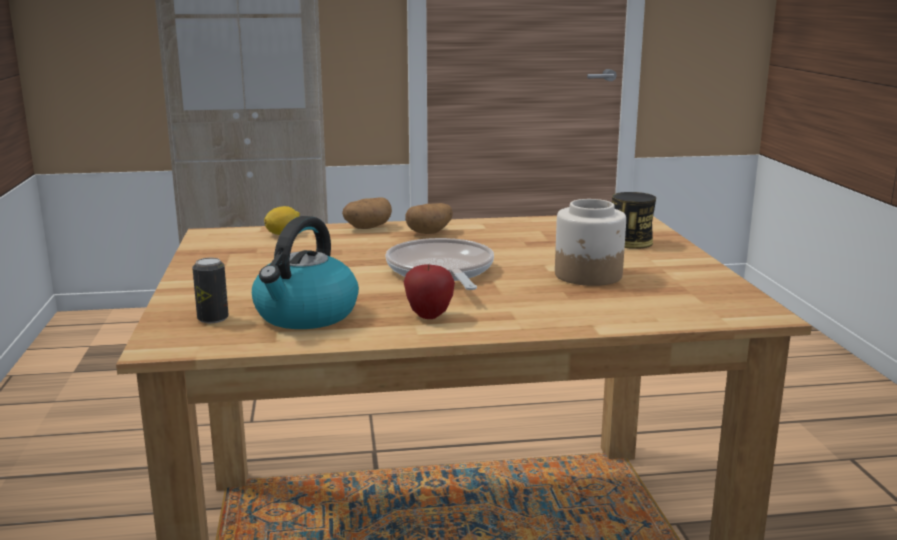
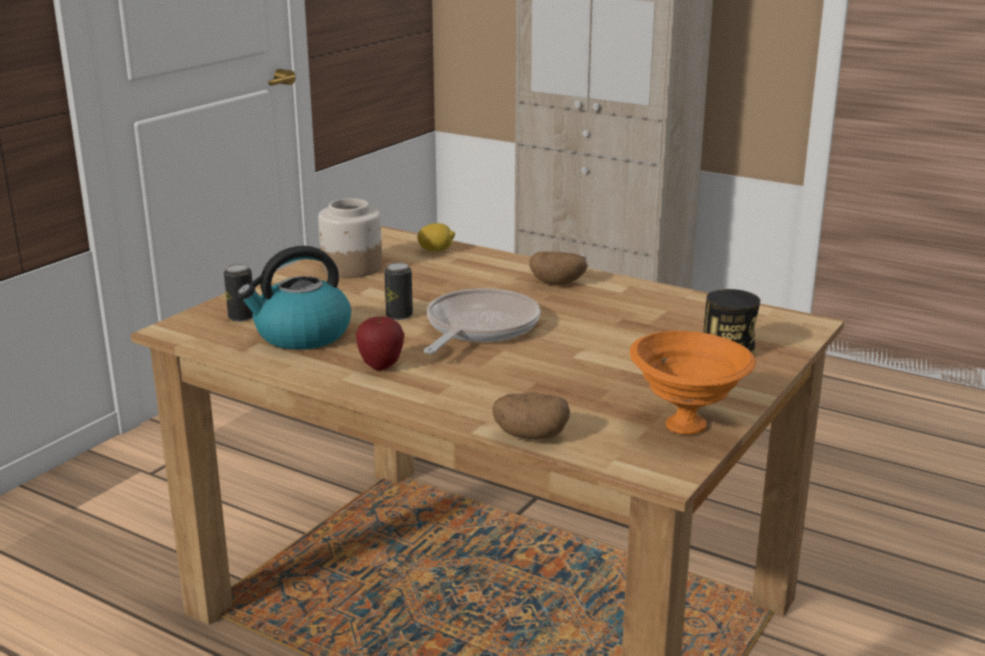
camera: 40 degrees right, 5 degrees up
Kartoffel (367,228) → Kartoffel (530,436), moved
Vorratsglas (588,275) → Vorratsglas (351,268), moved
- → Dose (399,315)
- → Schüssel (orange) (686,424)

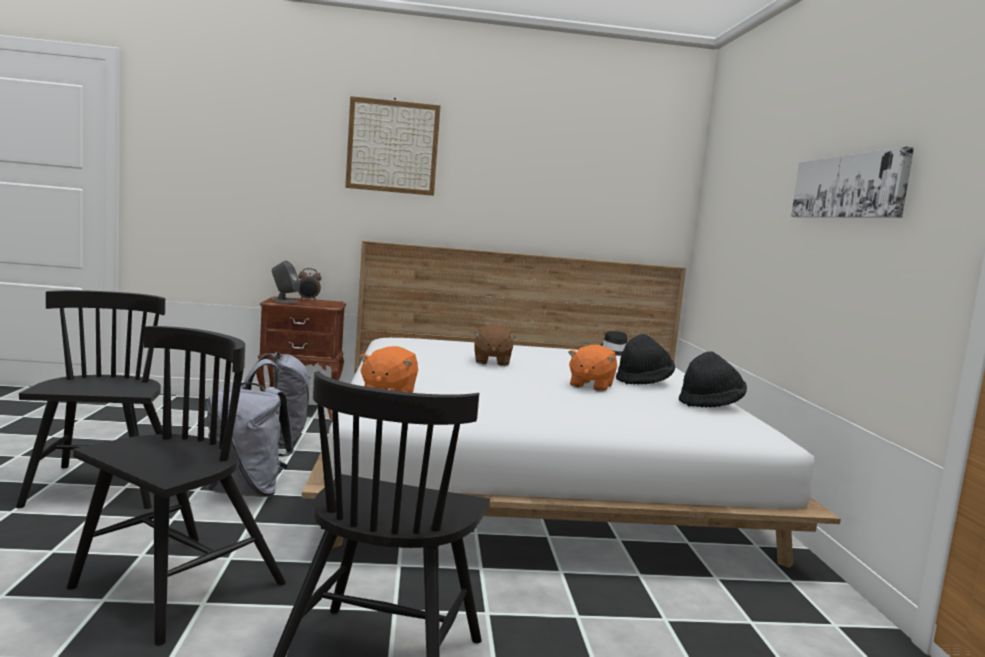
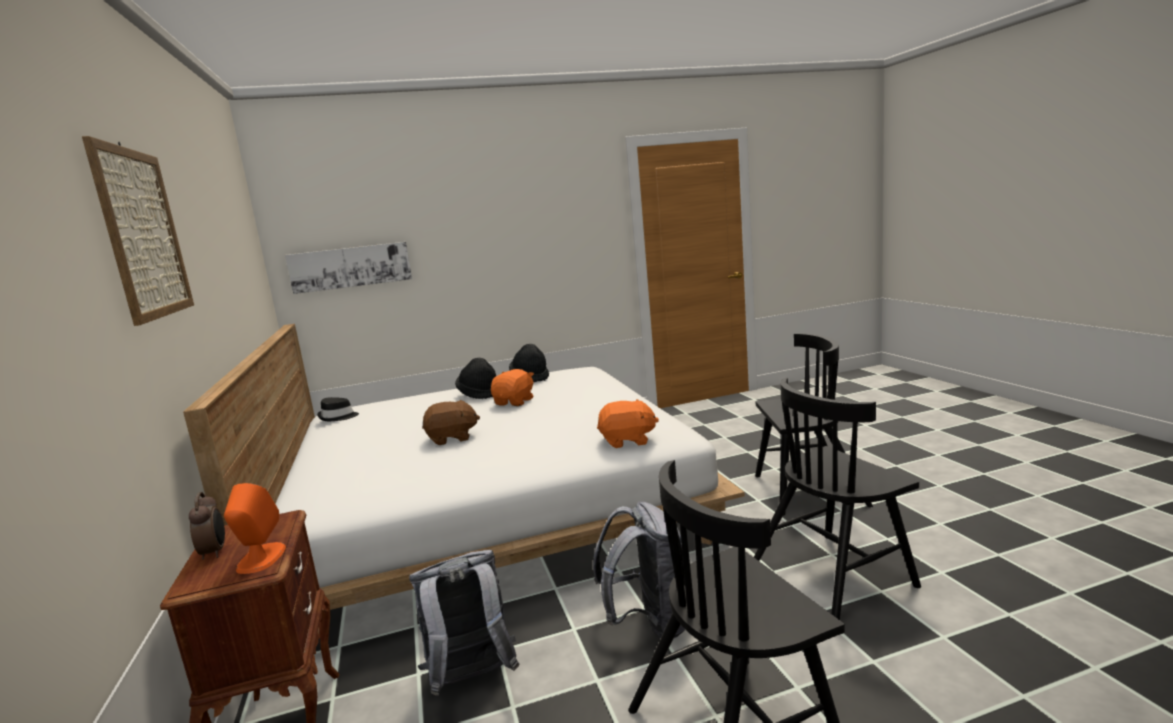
camera: 100 degrees left, 5 degrees up
Bild (848,187) → Bild (350,267), moved
Lautsprecher (grau) (284,301) → Lautsprecher (orange) (261,558)
Stuhl (schwarz) (169,589) → Stuhl (schwarz) (837,573), 45 degrees counterclockwise
Plüschtier (orange) (590,385) → Plüschtier (orange) (515,402), 75 degrees counterclockwise

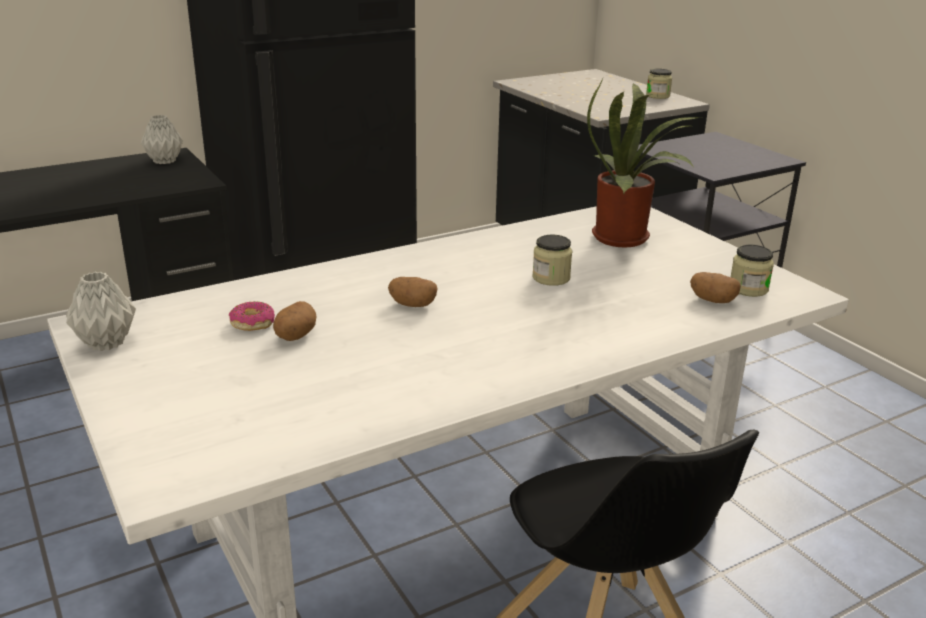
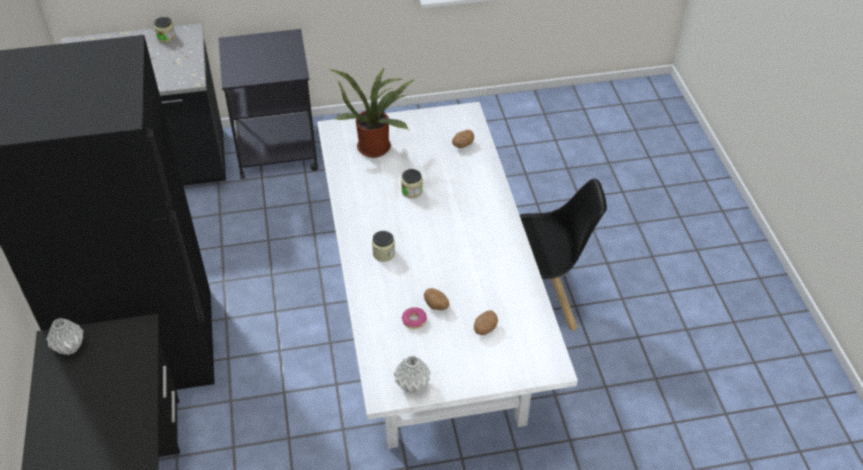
camera: 70 degrees left, 20 degrees up
Vorratsglas (748,289) → Vorratsglas (384,254), moved
Kartoffel (412,305) → Kartoffel (484,329), moved

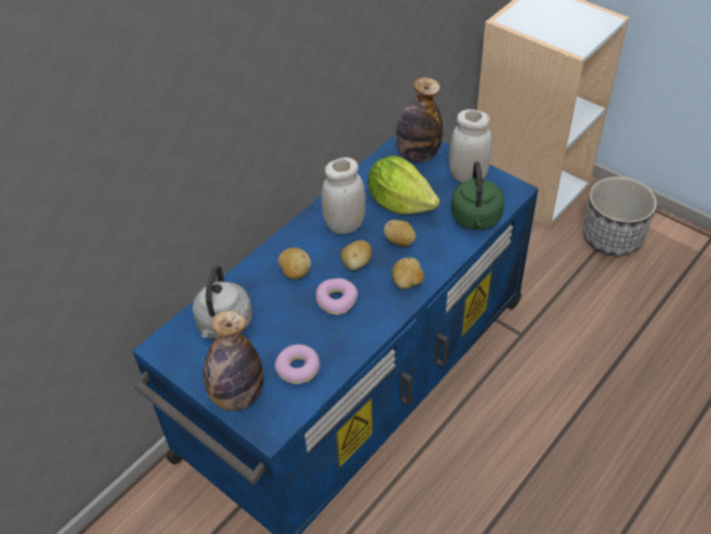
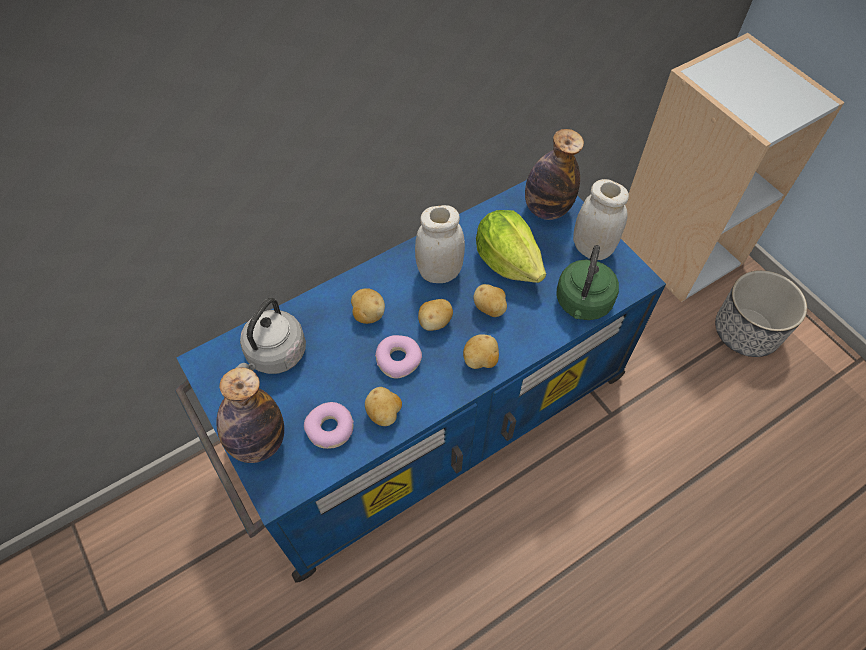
camera: 15 degrees right, 10 degrees up
- → Kartoffel (384,413)

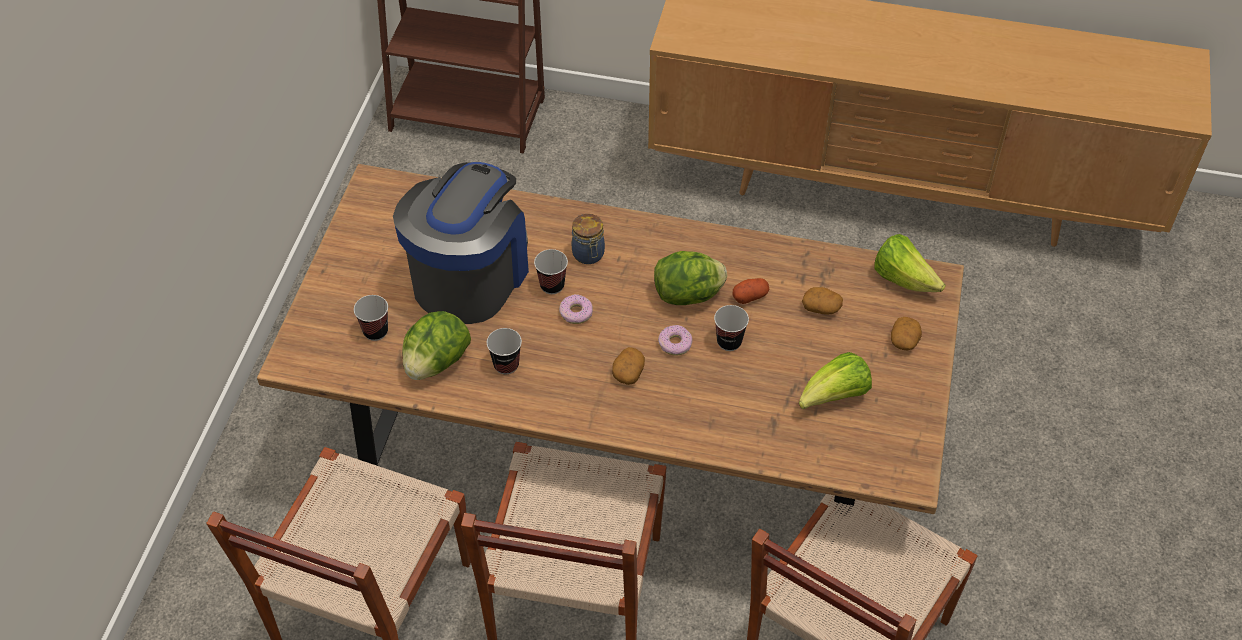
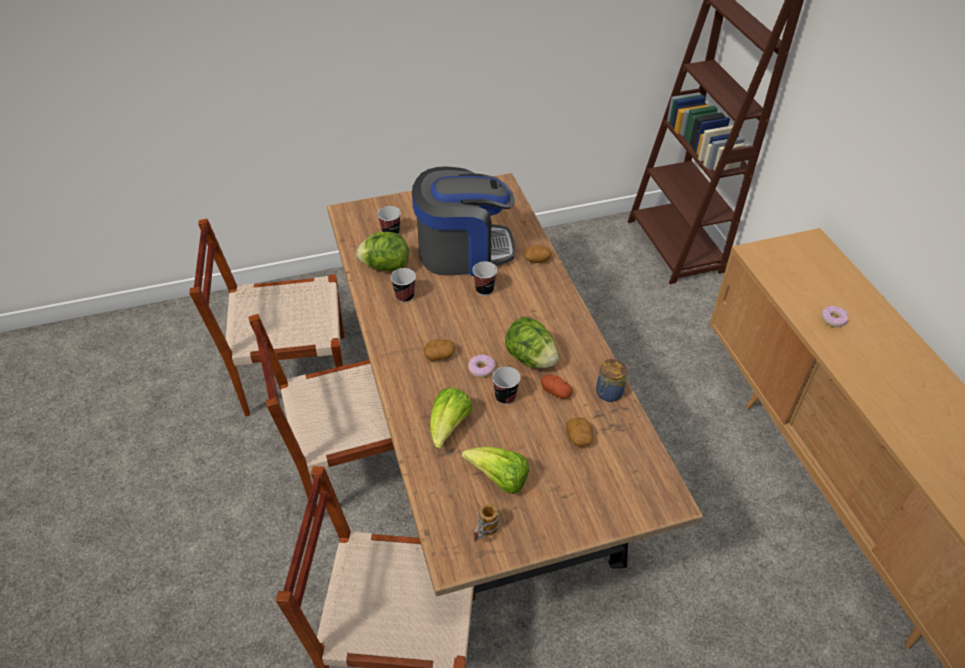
camera: 60 degrees right, 5 degrees down
Vorratsglas (588,255) → Vorratsglas (608,393), moved
Salatkopf (903,279) → Salatkopf (448,428), moved
Donut (576,313) → Donut (833,319), moved
Kartoffel (904,341) → Kartoffel (537,260), moved
- → Henkelbecher (484,534)

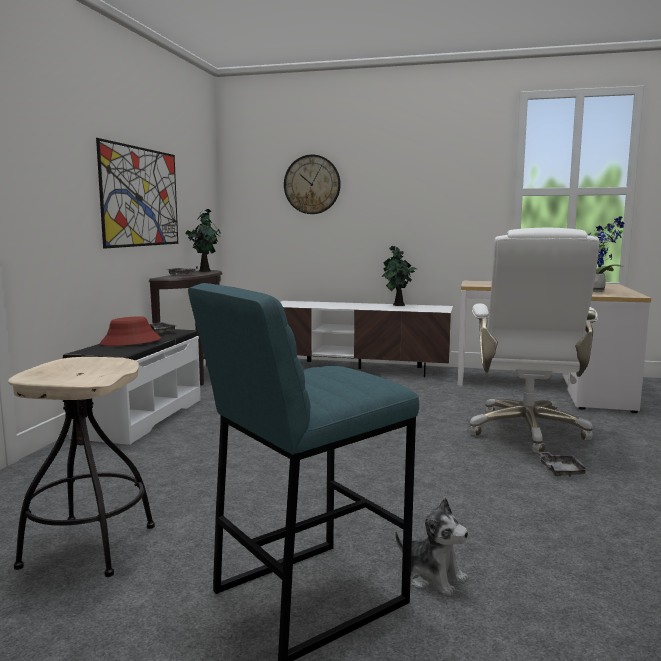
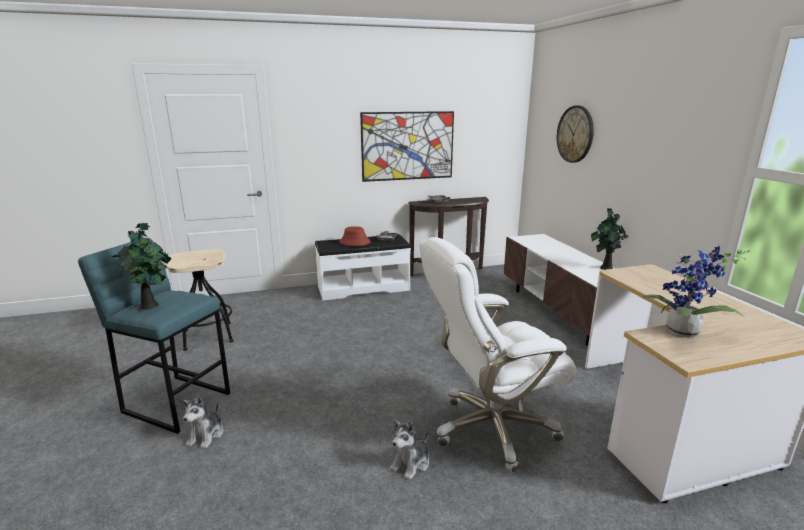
camera: 60 degrees right, 10 degrees up
Topfpflanze (205,271) → Topfpflanze (150,305), moved
Tablett (grau) (561,470) → Plüschtier (411,463)

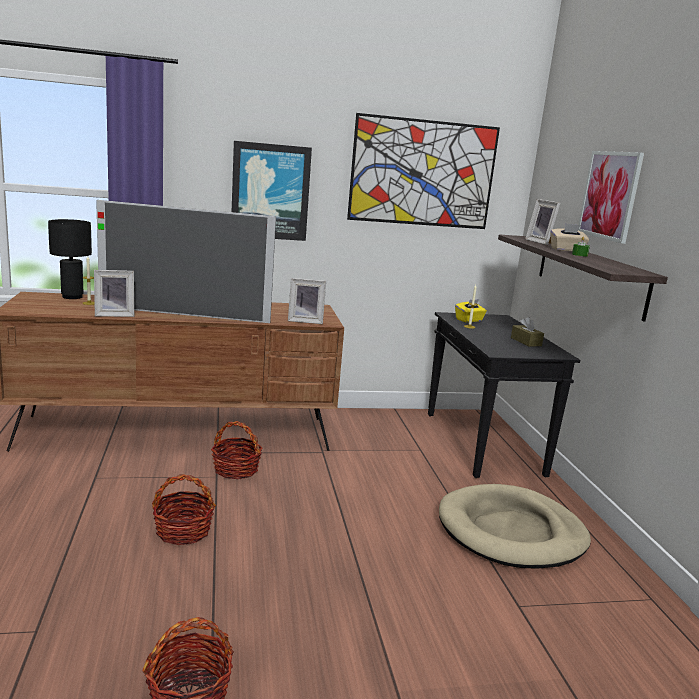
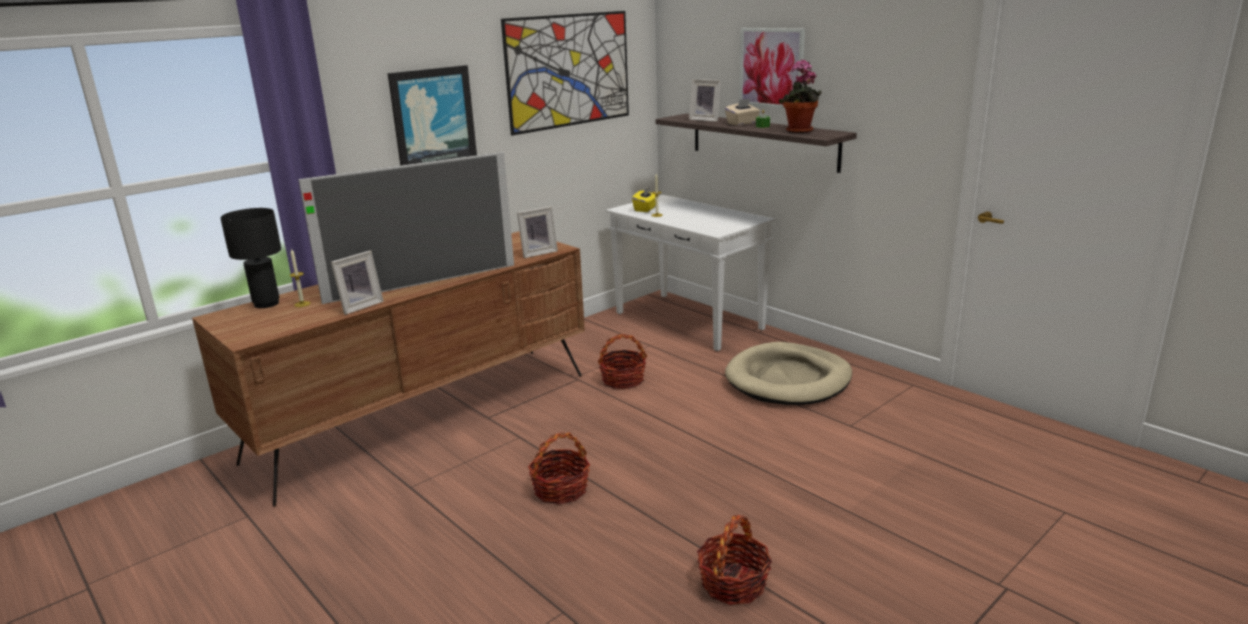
camera: 30 degrees left, 5 degrees up
Konsolentisch (schwarz) (484,444) → Konsolentisch (weiß) (690,321)
Taschentuchbox (braun) (526,342) → -
Korb (236,469) → Korb (622,380), moved
- → Topfpflanze (799,131)

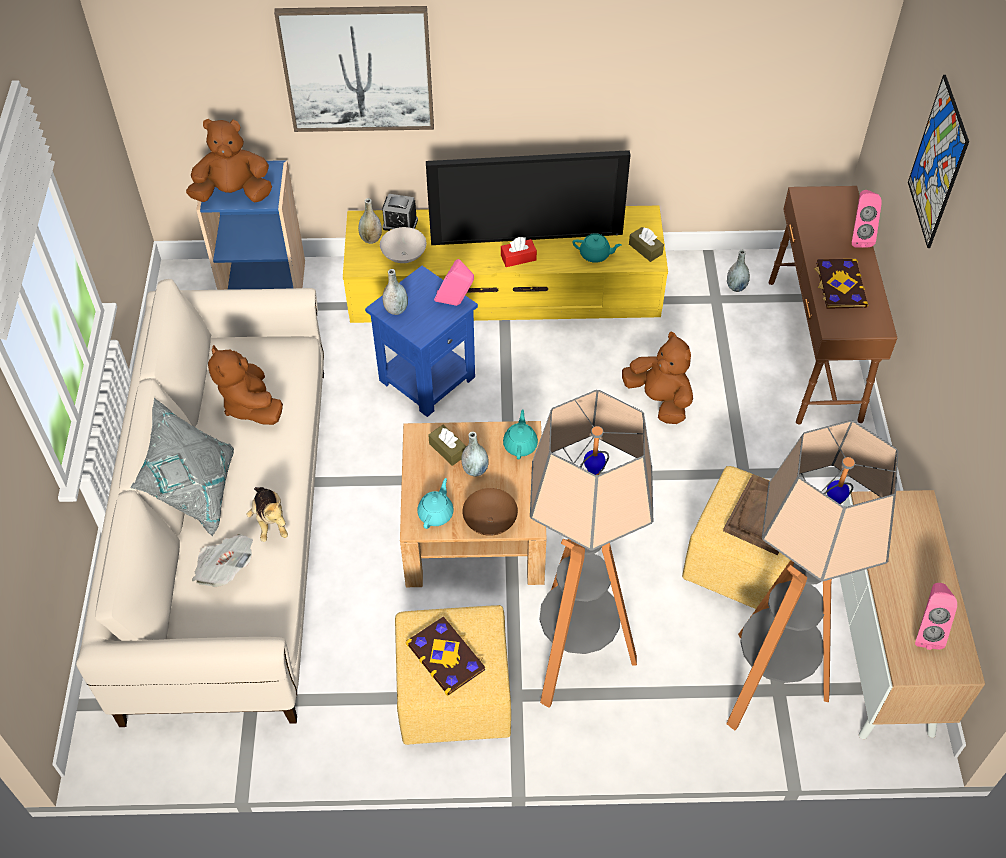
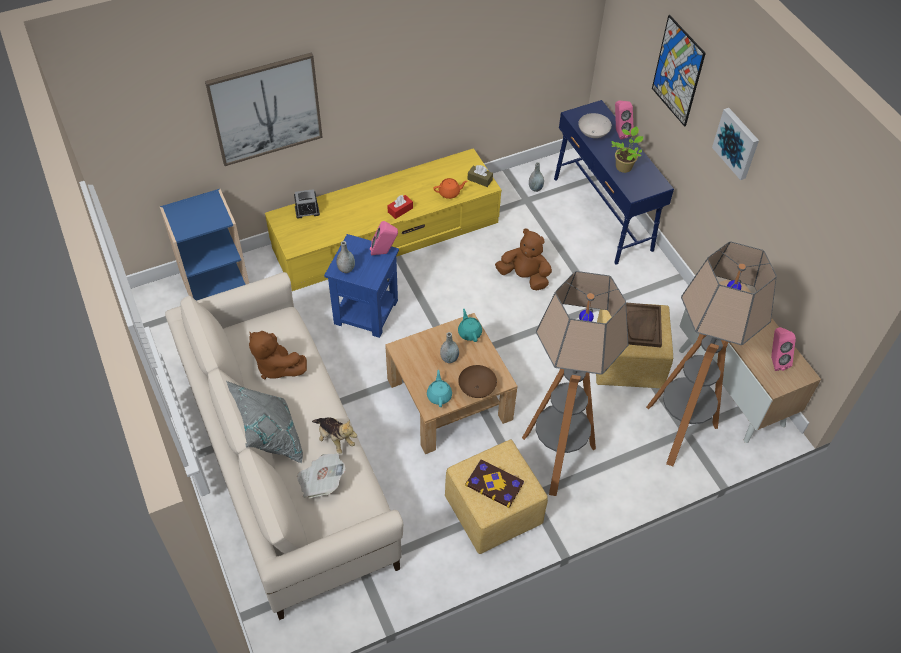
camera: 25 degrees left, 0 degrees up
Plüschtier (braun) (233,194) → -
Fernseher (527,231) → -
Konsolentisch (braun) (812,350) → Konsolentisch (blau) (601,214)
Vase (grau) (371,239) → -
Schüssel (weiß) (404,256) → Schüssel (weiß) (593,134), moved
Teekanne (türkis) (595,255) → Teekanne (orange) (449,193)
Buch (840,285) → Topfpflanze (624,166)
Taschentuchbox (braun) (447,449) → -
- → Bild (737,143)

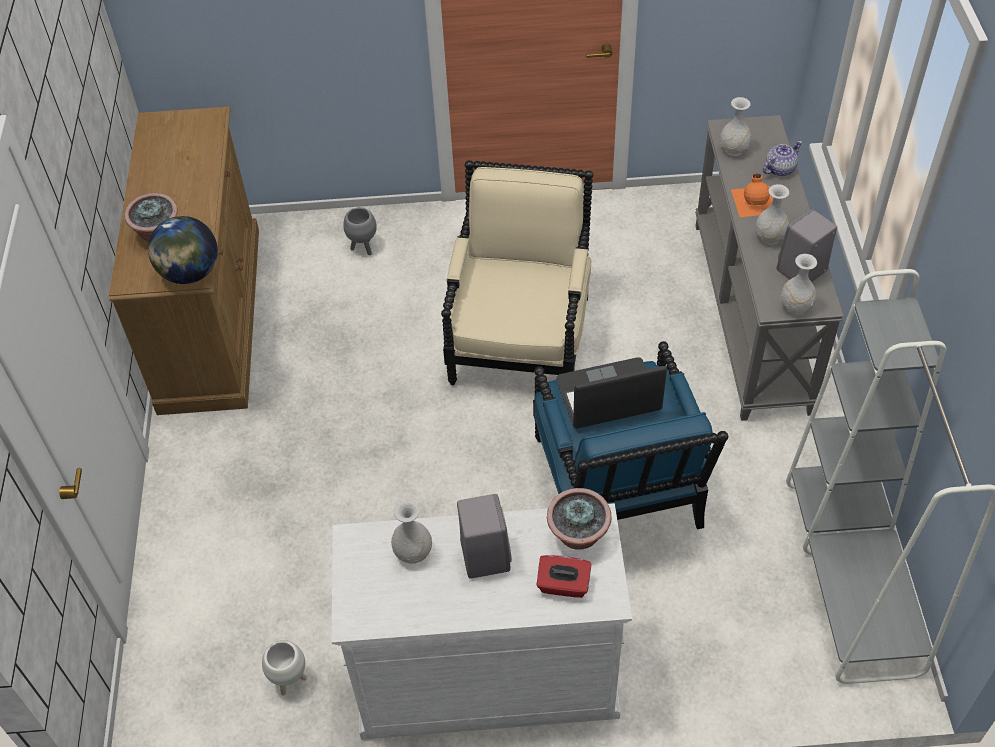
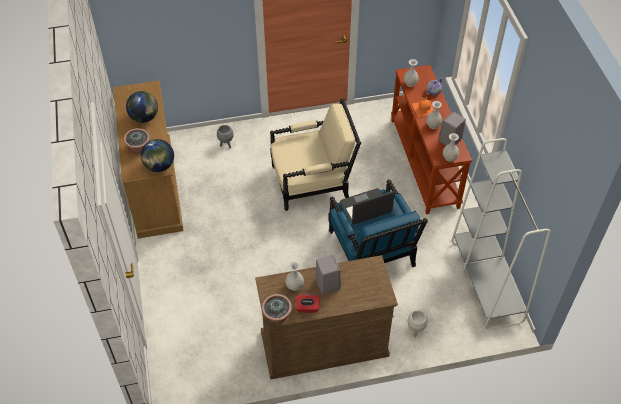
camera: 10 degrees left, 0 degrees up
Konsolentisch (grau) (752,315) → Konsolentisch (braun) (425,162)
Sessel (beige) (521,335) → Sessel (beige) (313,182), 75 degrees clockwise
Topfpflanze (578,536) → Topfpflanze (277,316), moved
Kommode (weiß) (486,674) → Kommode (braun) (324,344)
Taschentuchbox (rot) (563,585) → Taschentuchbox (rot) (307,308), moved
Pflanzkübel (weiß) (289,681) → Pflanzkübel (weiß) (415,330), moved
- → Globus (144,117)

